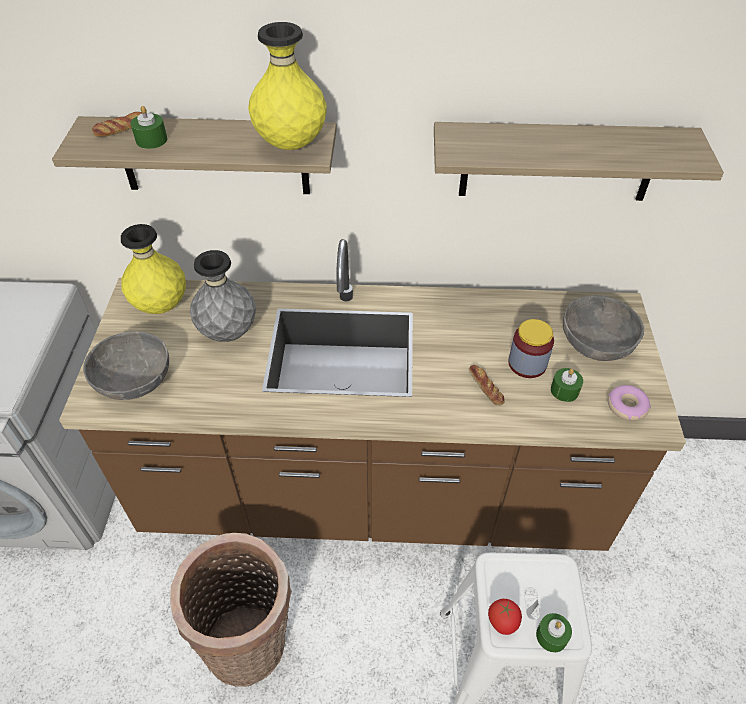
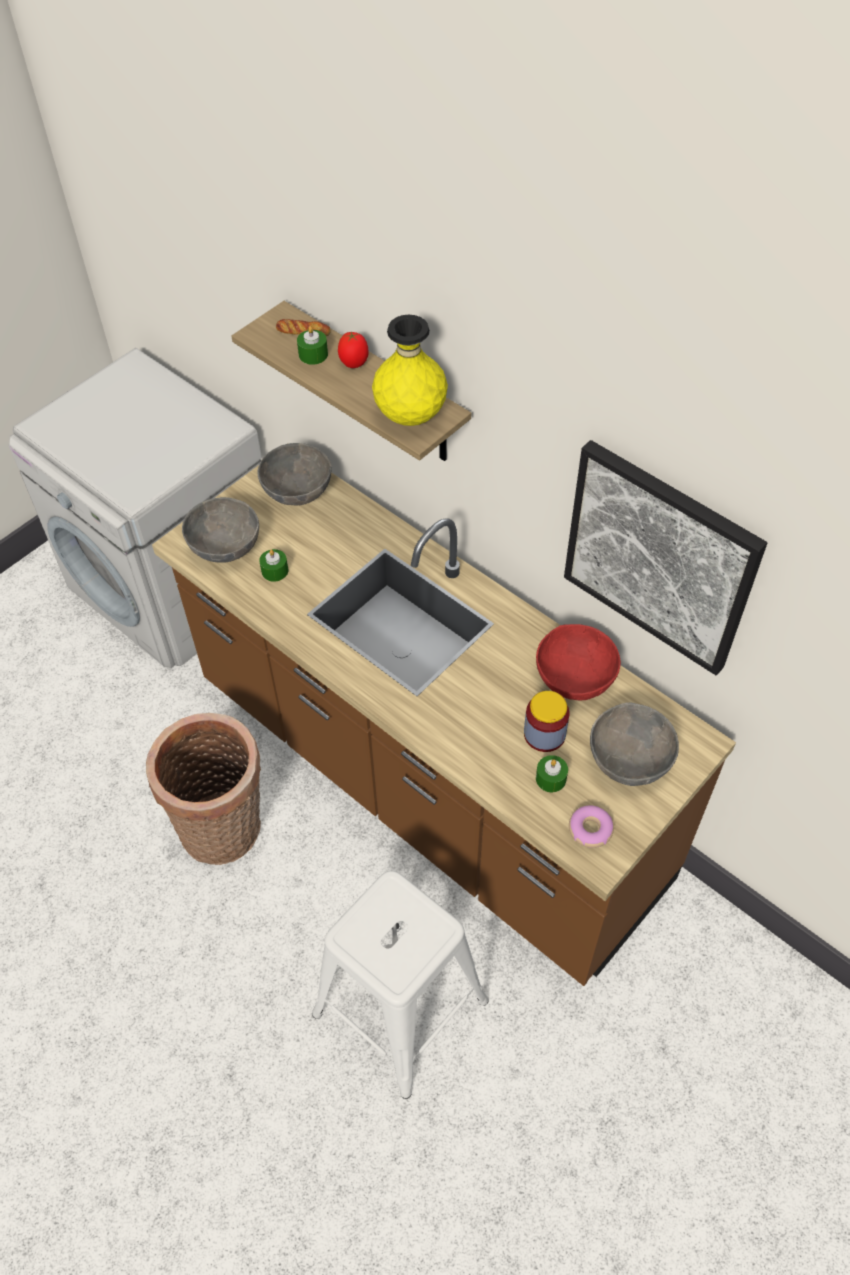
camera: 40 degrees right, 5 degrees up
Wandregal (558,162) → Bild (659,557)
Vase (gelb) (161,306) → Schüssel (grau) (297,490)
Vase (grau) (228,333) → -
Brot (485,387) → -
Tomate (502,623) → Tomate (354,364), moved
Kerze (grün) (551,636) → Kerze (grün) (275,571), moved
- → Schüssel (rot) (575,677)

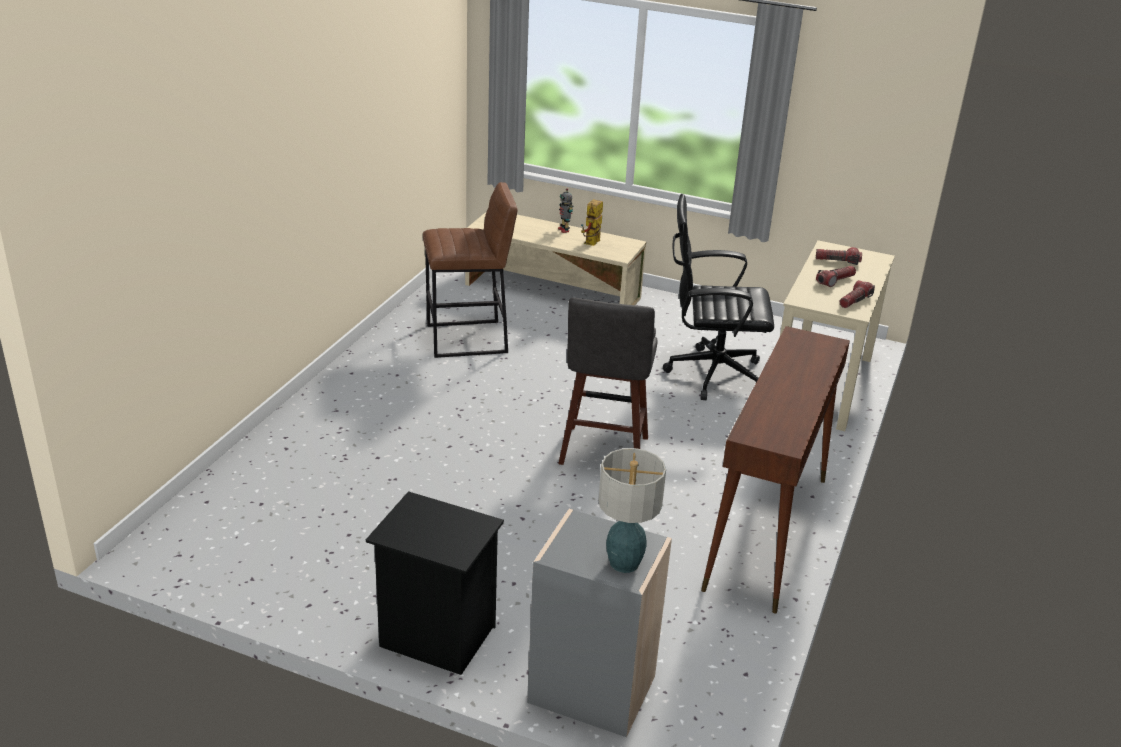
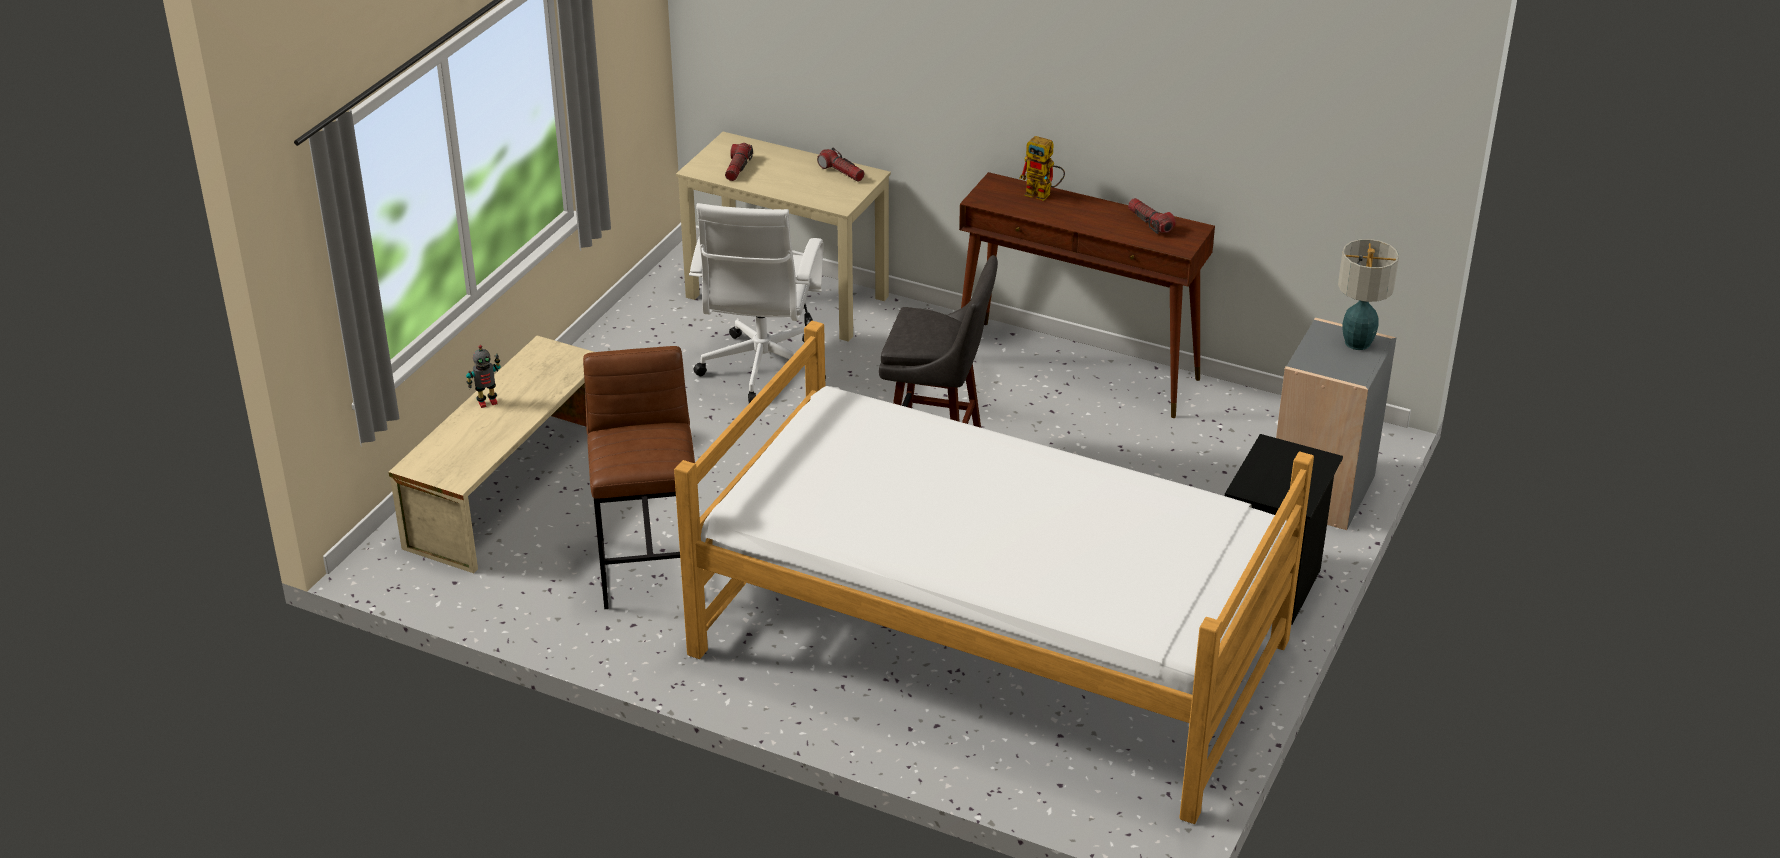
camera: 85 degrees left, 5 degrees up
Bürostuhl (schwarz) (710,374) → Bürostuhl (weiß) (761,372)
Spielzeugroboter (592,244) → Spielzeugroboter (1043,195), moved
Taschenlampe (835,281) → Taschenlampe (1150,222), moved
- → Bett (989,649)

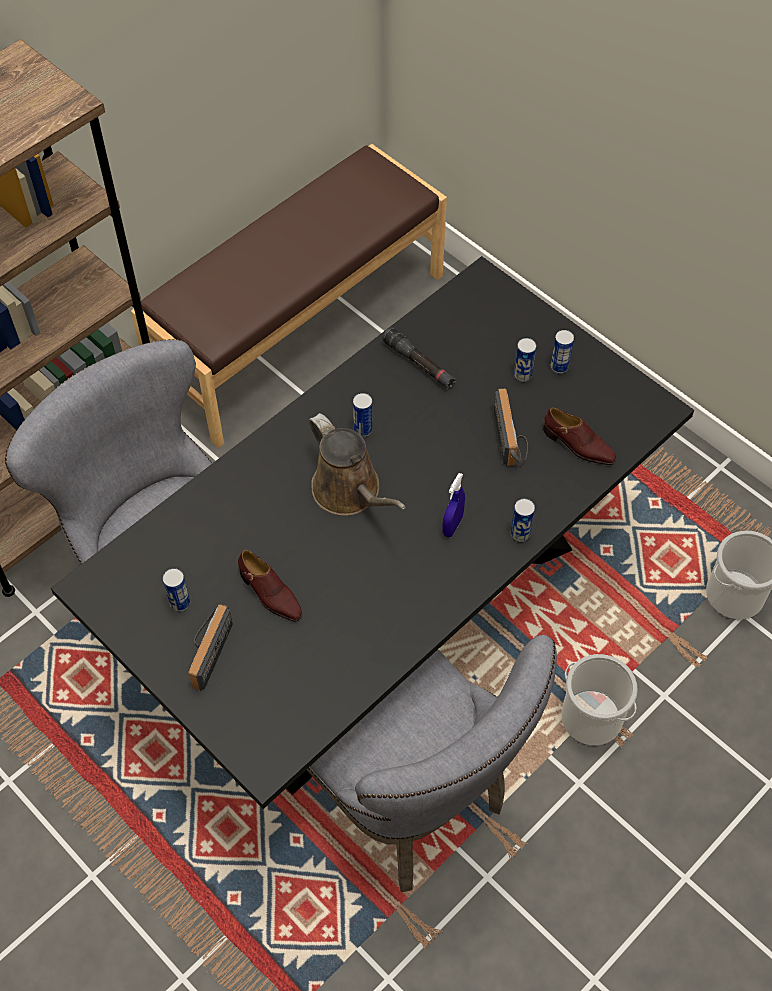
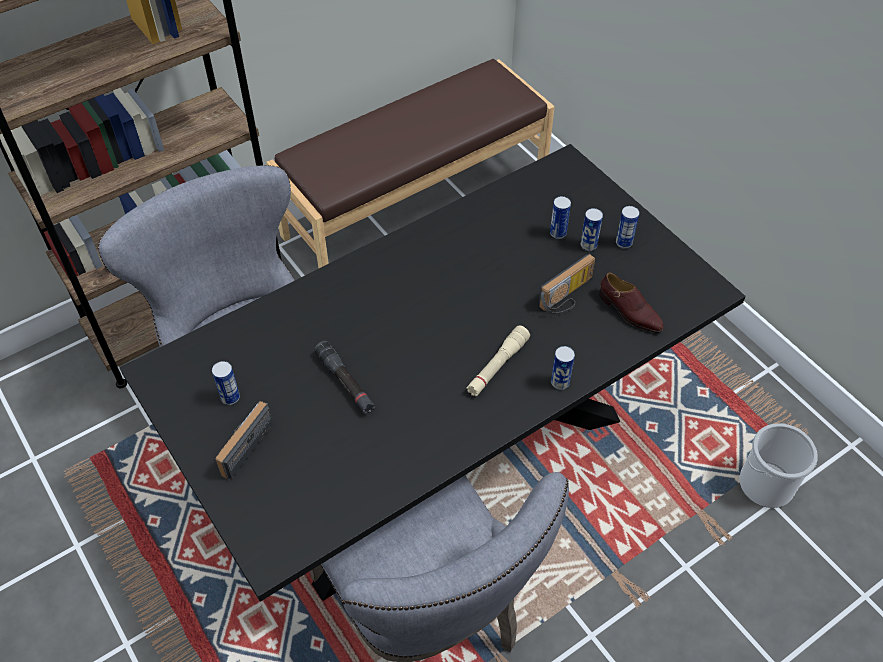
camera: 10 degrees right, 5 degrees down
Taschenlampe (schwarz) (419,364) → Taschenlampe (schwarz) (345,382), moved
Radio (511,438) → Radio (568,297), 45 degrees clockwise
Dose (363,430) → Dose (558,233), moved
Gießkanne (braun) (350,492) → -
Sprühflasche (blau) (452,526) → Taschenlampe (beige) (497,366)
Schuh (braun) (270,594) → -
Eimer (592,717) → -

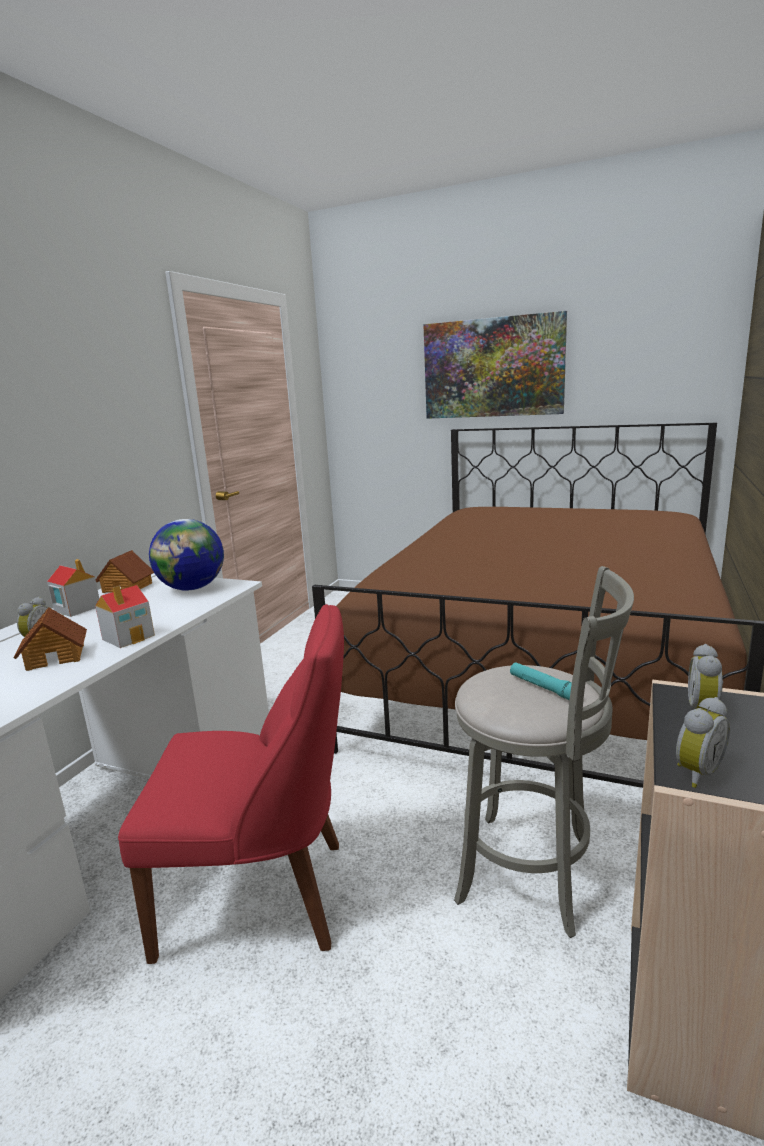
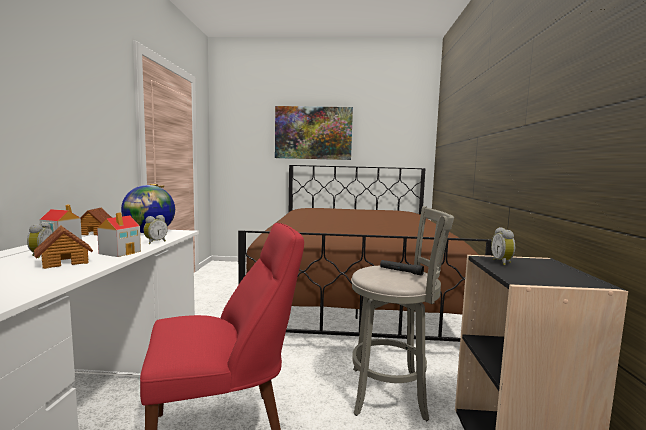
camera: 20 degrees left, 10 degrees down
Taschenlampe (türkis) (543,688) → Taschenlampe (schwarz) (401,271)
Wecker (695,772) → Wecker (155,242), moved

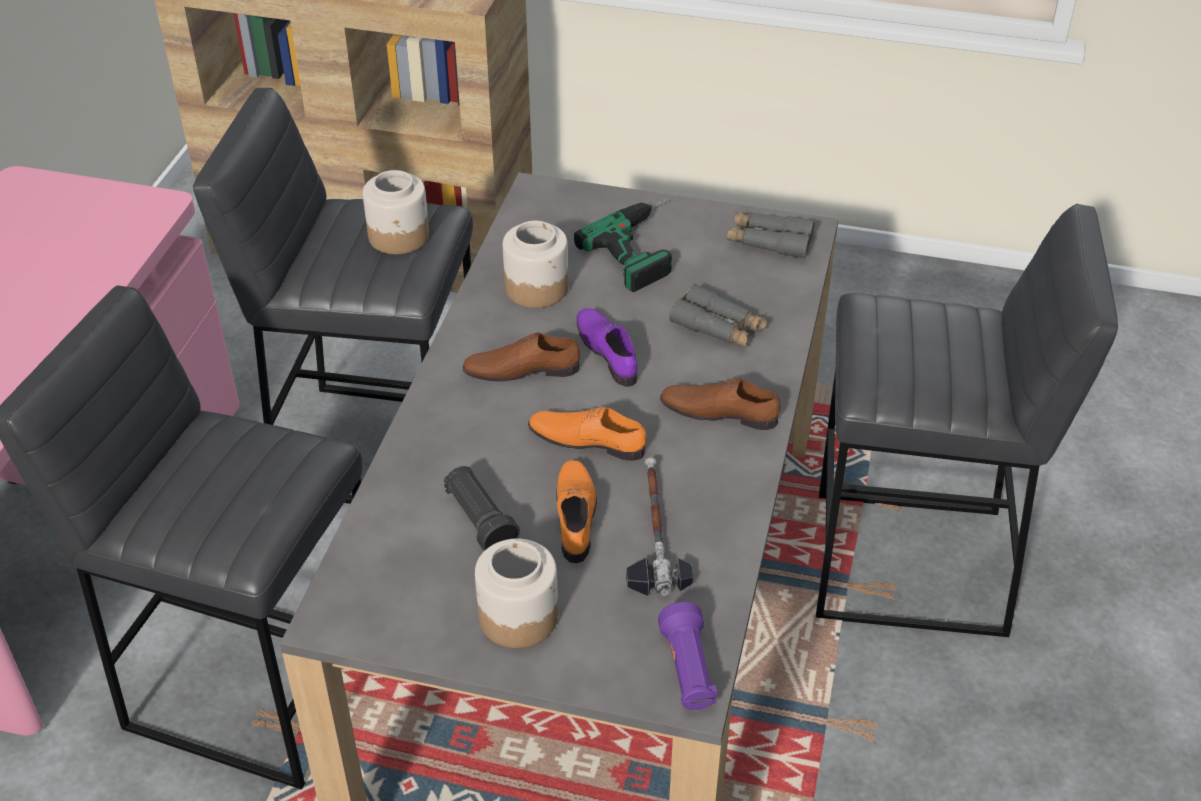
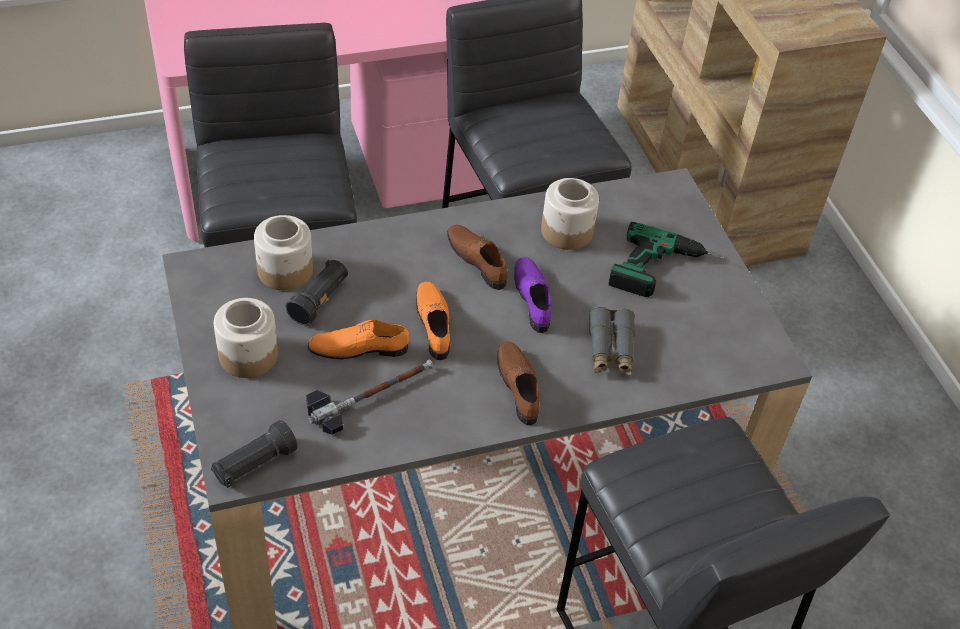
camera: 55 degrees right, 5 degrees up
Vorratsglas (399,236) → Vorratsglas (285,271), moved
Fernglas (grau) (769,242) → -
Schuh (lila) (609,350) → Schuh (lila) (533,297), 45 degrees counterclockwise
Schuh (orange) (576,514) → Schuh (orange) (358,347), 150 degrees counterclockwise
Taschenlampe (lila) (688,671) → Taschenlampe (schwarz) (254,464)

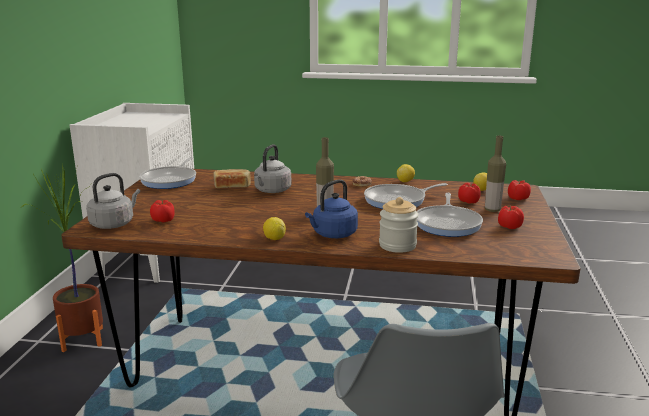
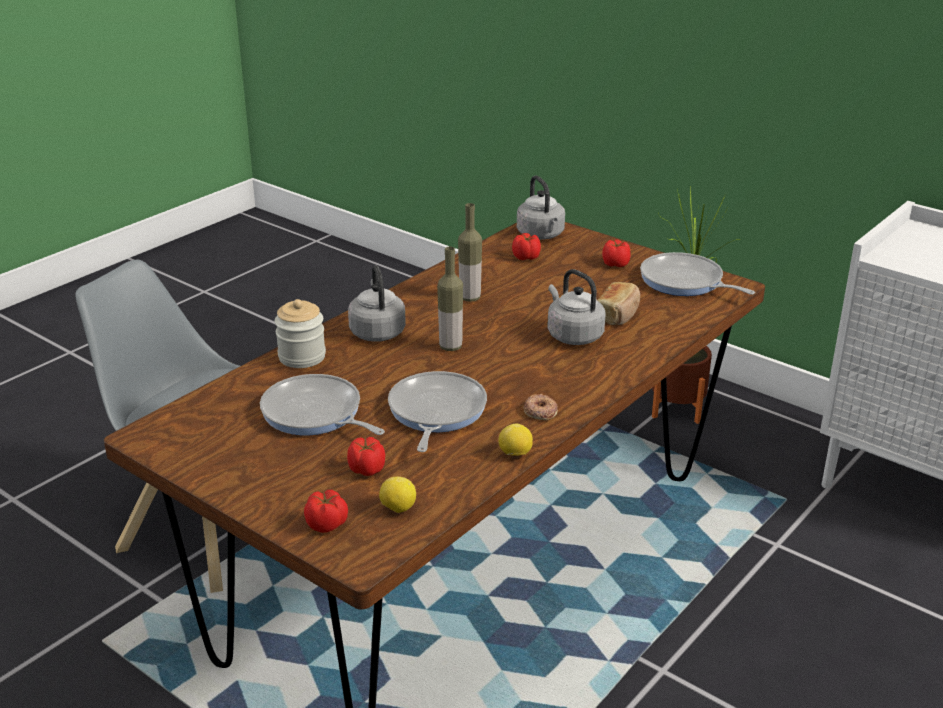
camera: 120 degrees right, 10 degrees up
Flasche (492,210) → Flasche (470,298), moved
Wasserkessel (blau) (333,234) → Wasserkessel (grau) (377,331)
Tomate (509,227) → Tomate (615,264), moved
Zitrone (274,238) → -

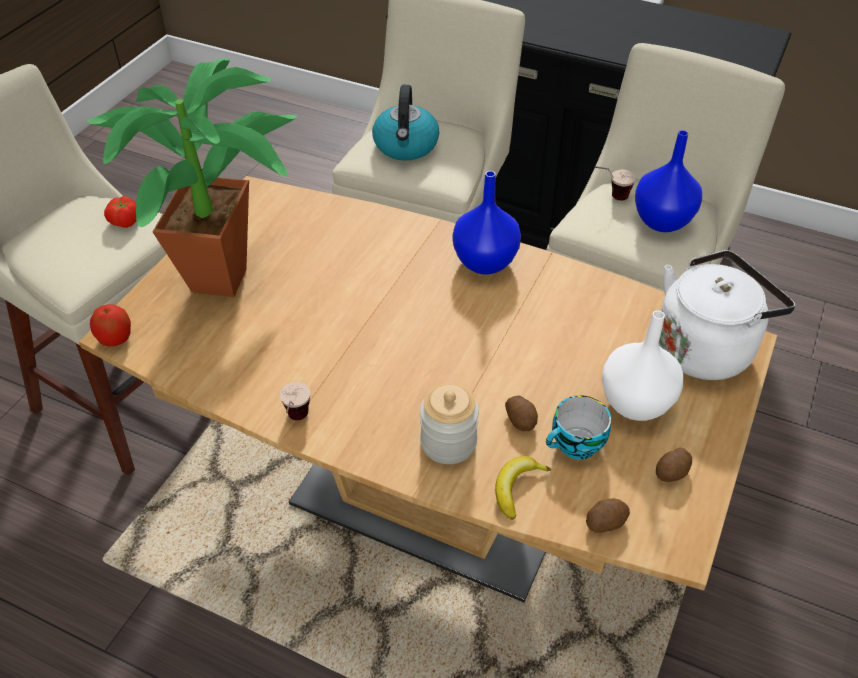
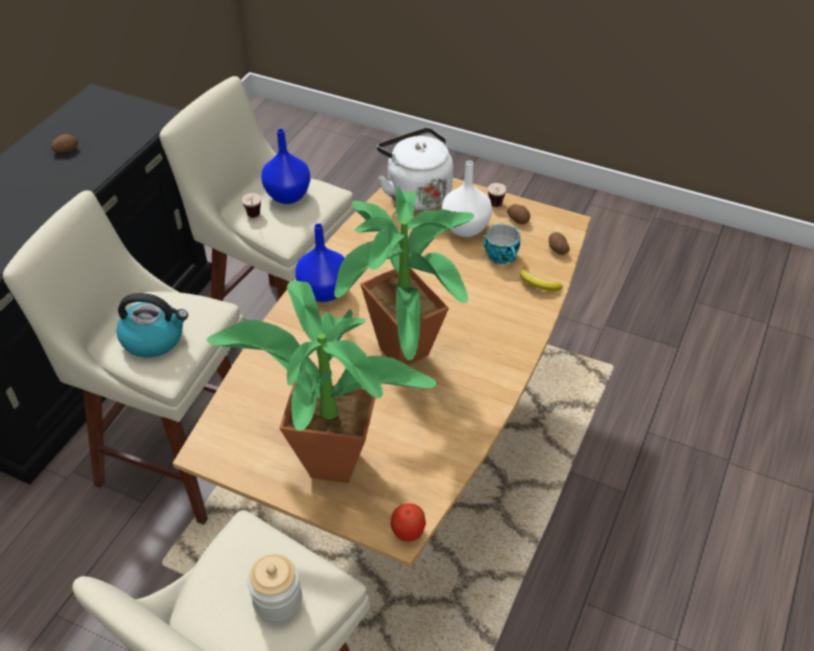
camera: 90 degrees left, 0 degrees up
Tomate (124,221) → -
Tasse (296,422) → Tasse (503,203), moved
Vorratsglas (448,442) → Vorratsglas (277,601), moved
Kartoffel (521,420) → Kartoffel (66,149), moved
- → Topfpflanze (404,360)

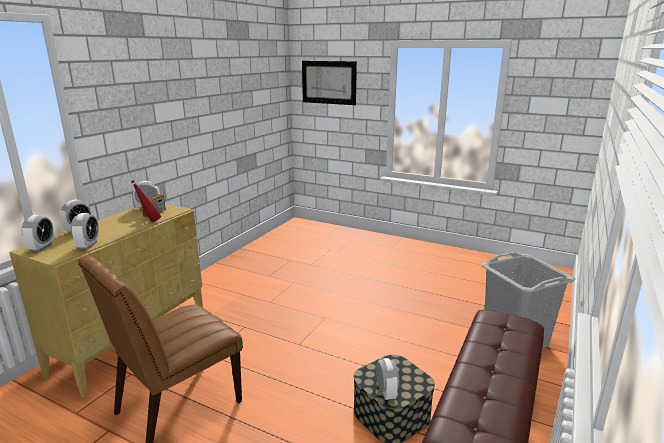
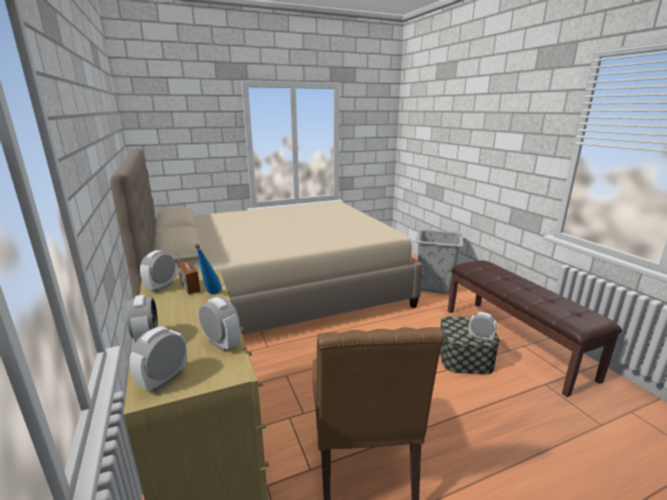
camera: 50 degrees left, 0 degrees up
Bild (328,82) → -
Flasche (rot) (149,221) → Flasche (blau) (211,295)
Wecker (42,247) → Wecker (164,380), 105 degrees counterclockwise
- → Bett (beige) (276,293)

